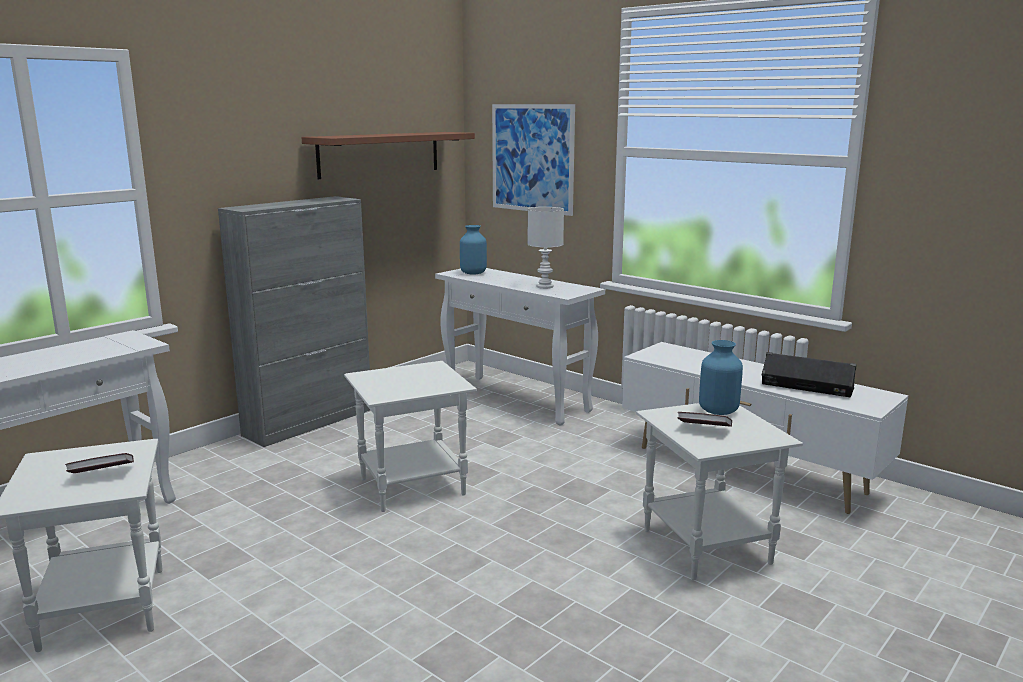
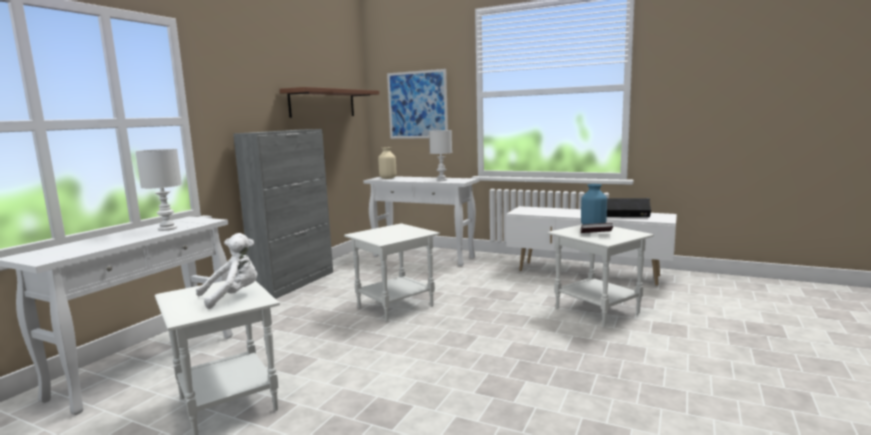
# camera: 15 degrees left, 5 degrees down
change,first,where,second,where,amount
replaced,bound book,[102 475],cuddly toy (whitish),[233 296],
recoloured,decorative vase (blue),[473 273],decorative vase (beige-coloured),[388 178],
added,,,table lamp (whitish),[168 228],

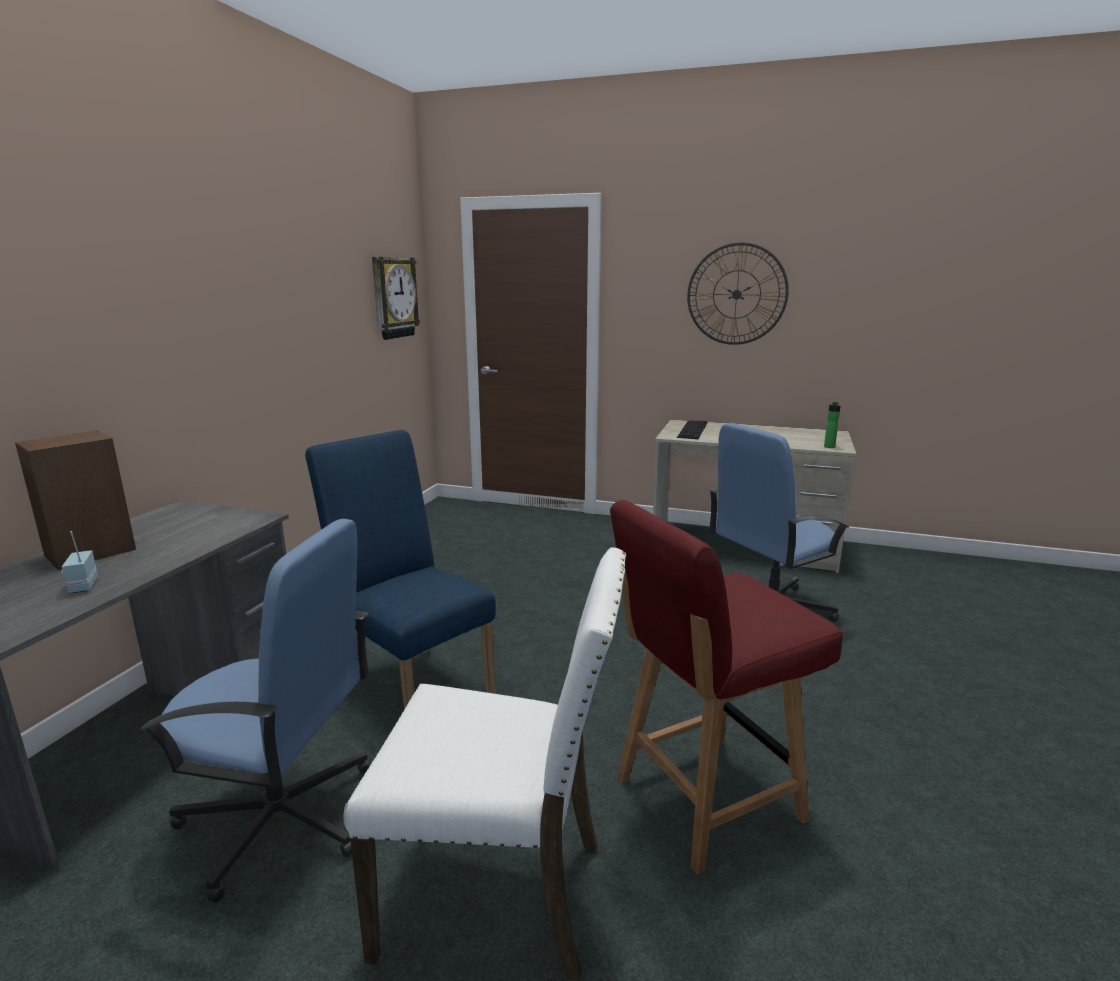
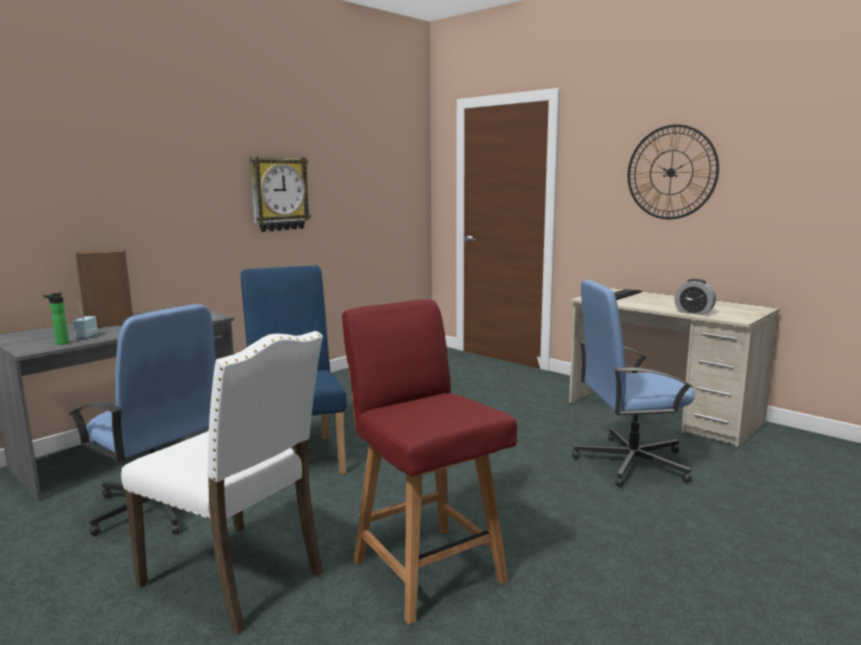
# camera: 25 degrees right, 5 degrees down
change,first,where,second,where,amount
moved,wall clock,[393 298],,[279 194],
turned,upright chair (red-coloured),[704 799],,[426 568],60 degrees clockwise
moved,drink bottle,[829 447],,[60 343],
added,,,alarm clock,[693 312],

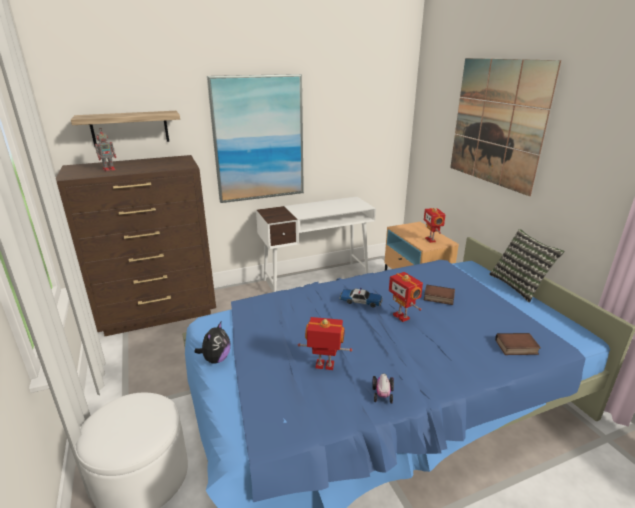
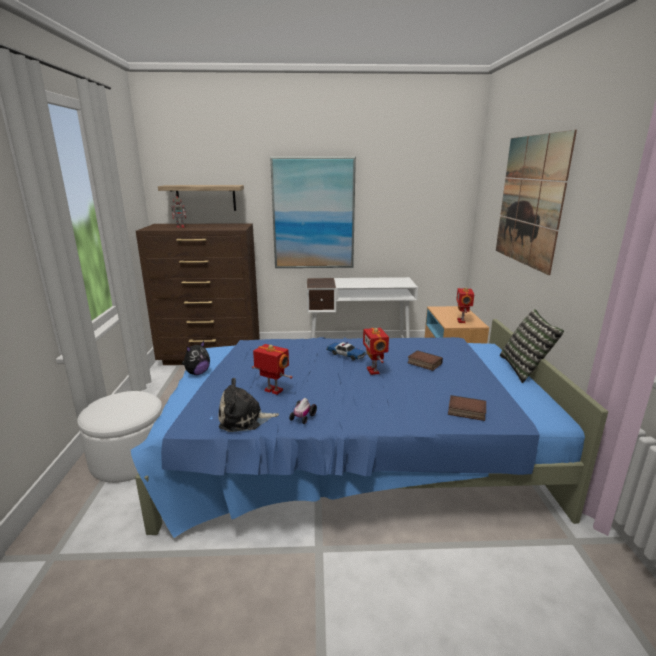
# camera: 20 degrees right, 5 degrees down
change,first,where,second,where,amount
added,,,cuddly toy,[244 419],

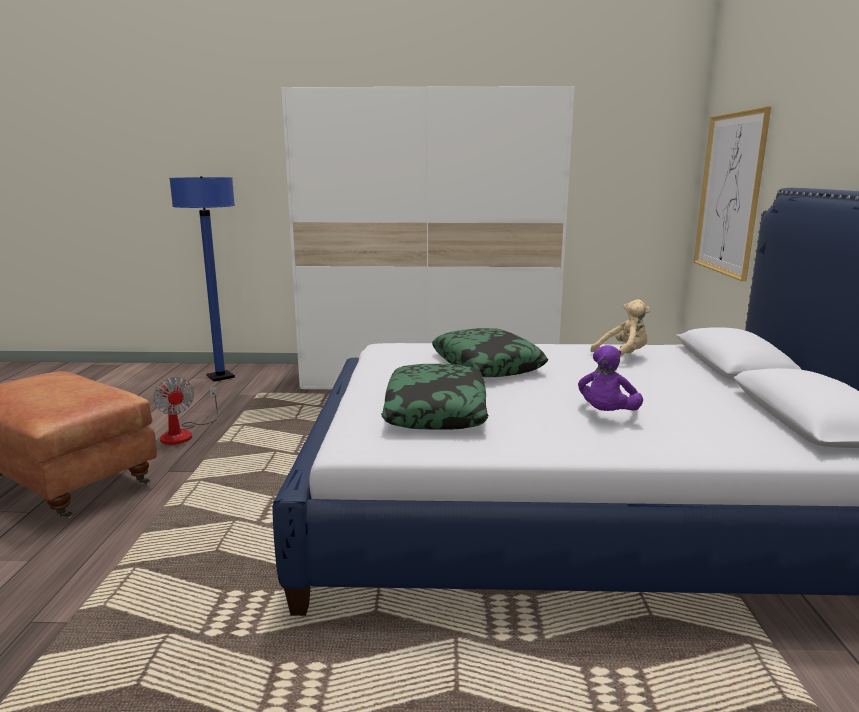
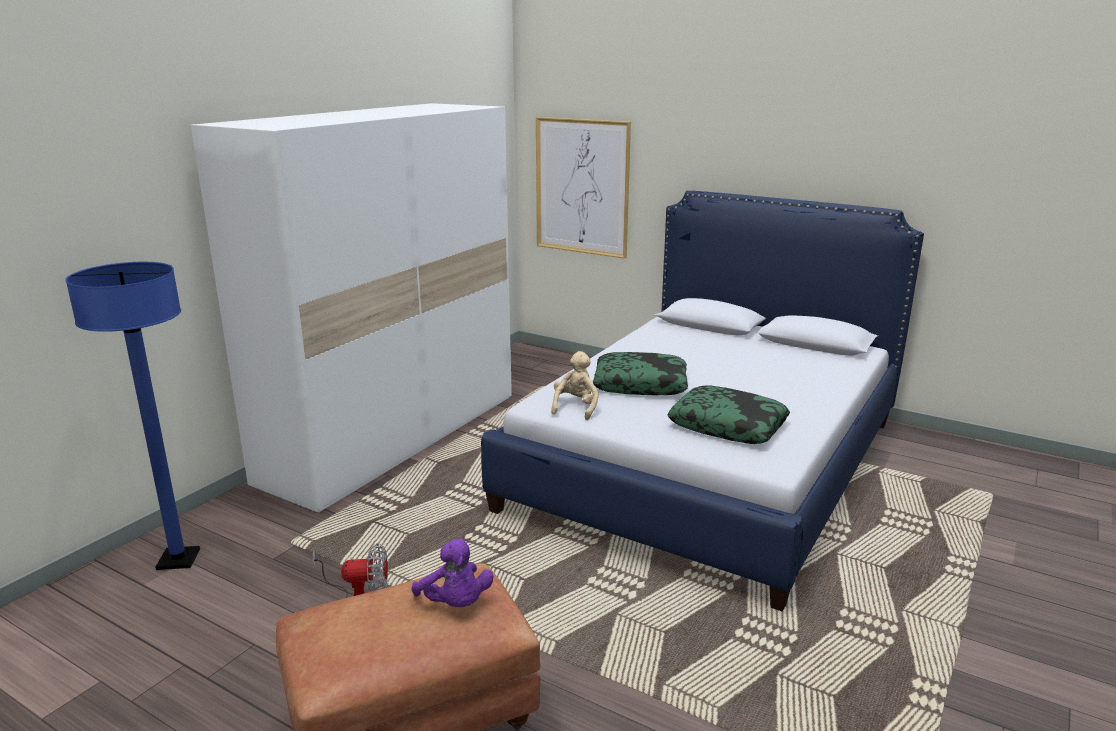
# camera: 60 degrees left, 5 degrees up
change,first,where,second,where,amount
moved,cuddly toy (purple),[606 415],,[455 604],
moved,cuddly toy (beige-coloured),[622 357],,[576 407],

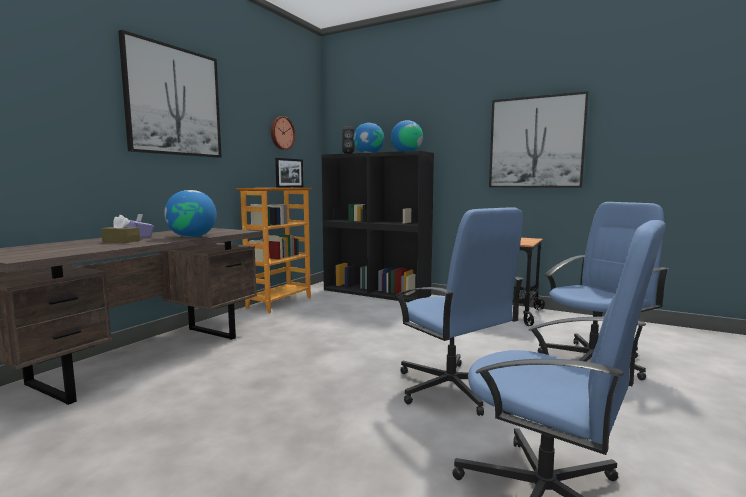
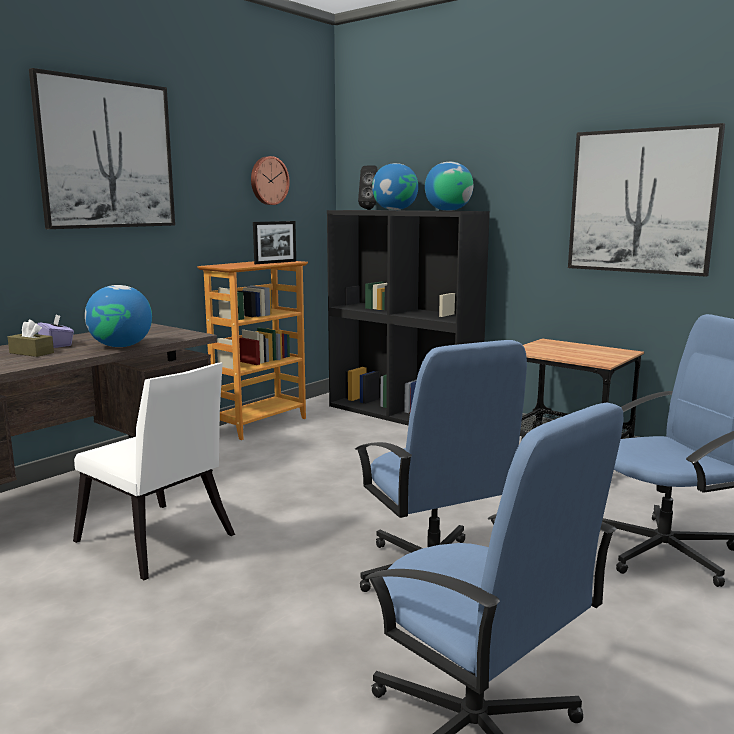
# camera: 10 degrees right, 5 degrees up
change,first,where,second,where,amount
added,,,upright chair (whitish),[159 543],

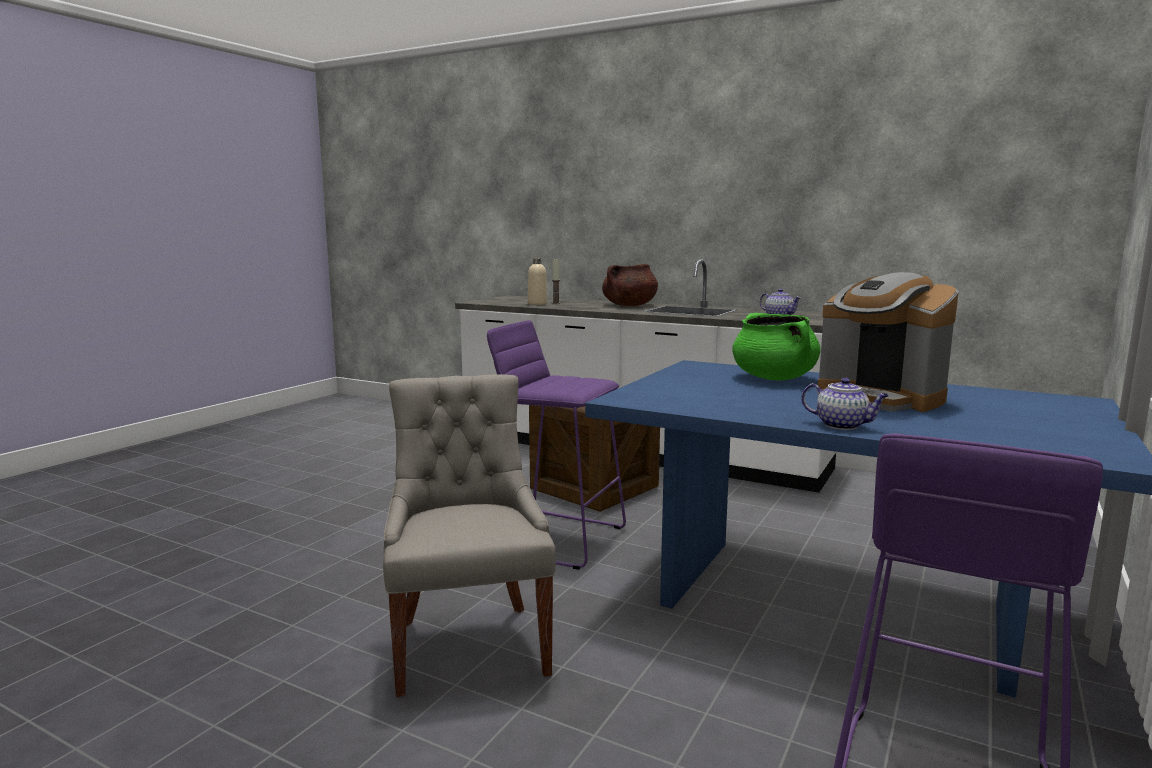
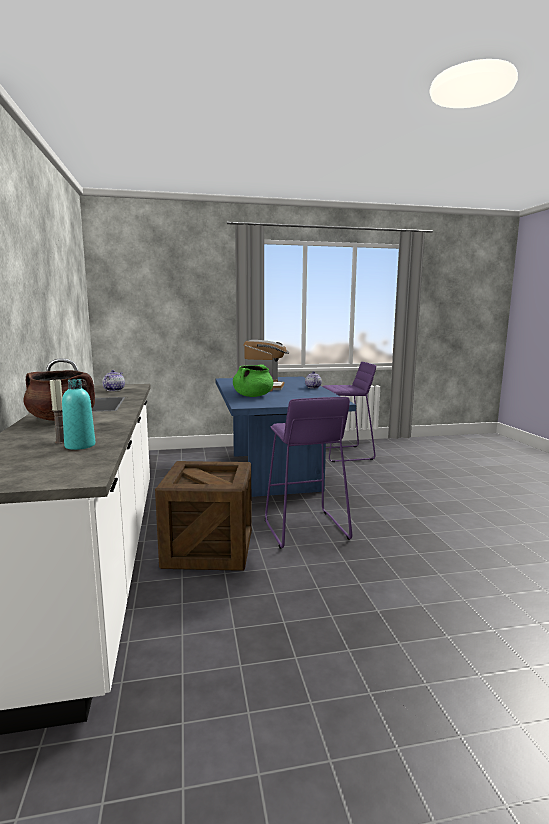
# camera: 130 degrees left, 0 degrees up
change,first,where,second,where,amount
removed,upright chair (grey),[469 645],,,
recoloured,drink bottle (beige-coloured),[537 304],drink bottle (turquoise-coloured),[80 446],

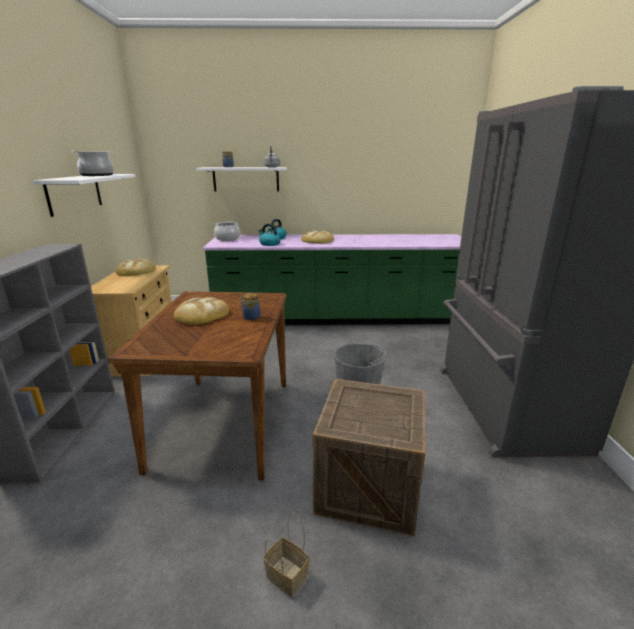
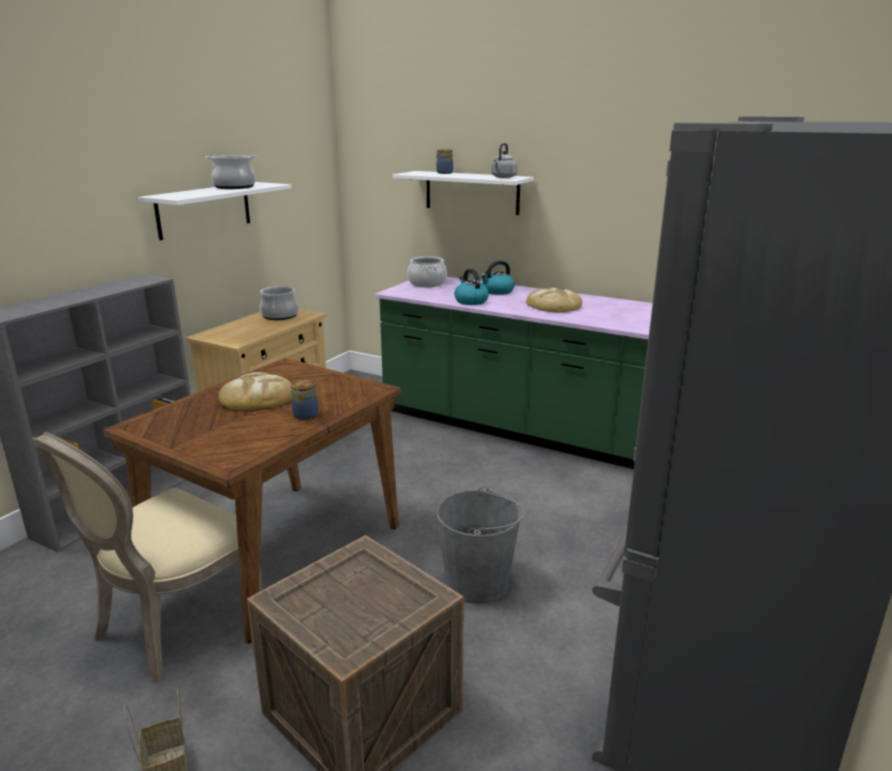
# camera: 30 degrees right, 0 degrees up
change,first,where,second,where,amount
replaced,bread,[136 271],cooking pot,[280 316],
added,,,upright chair (beige-coloured),[173 625],

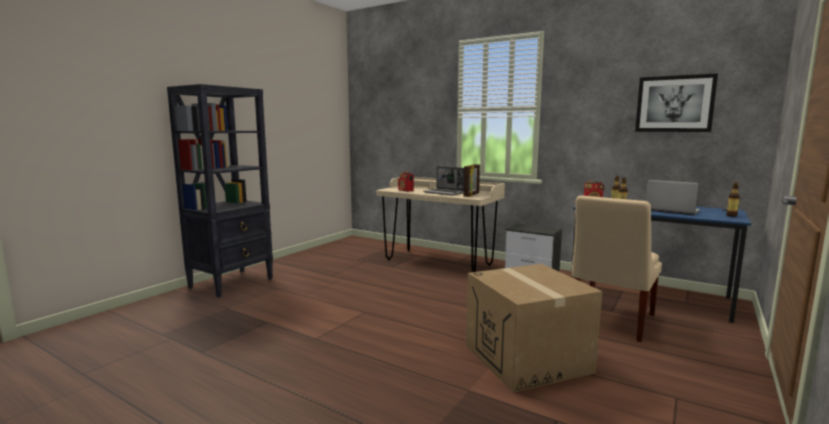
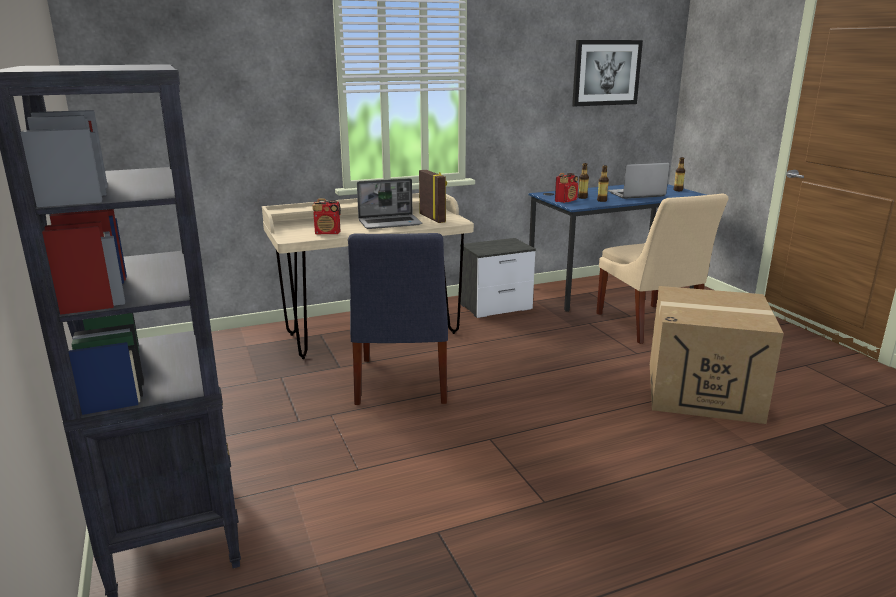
# camera: 55 degrees left, 10 degrees up
change,first,where,second,where,amount
added,,,upright chair (blue),[401 383],

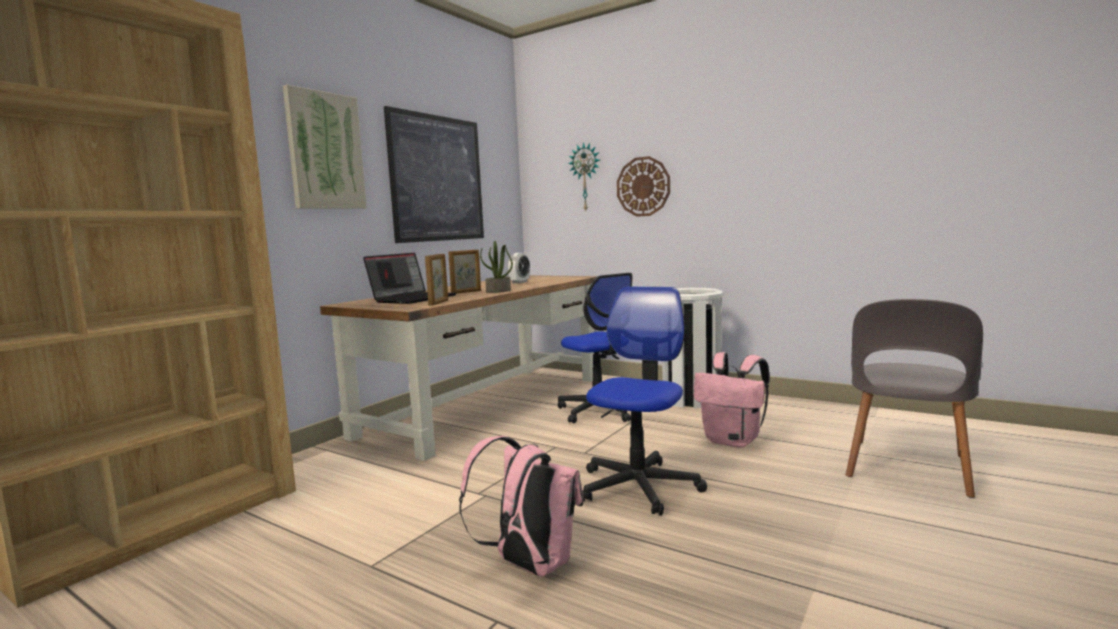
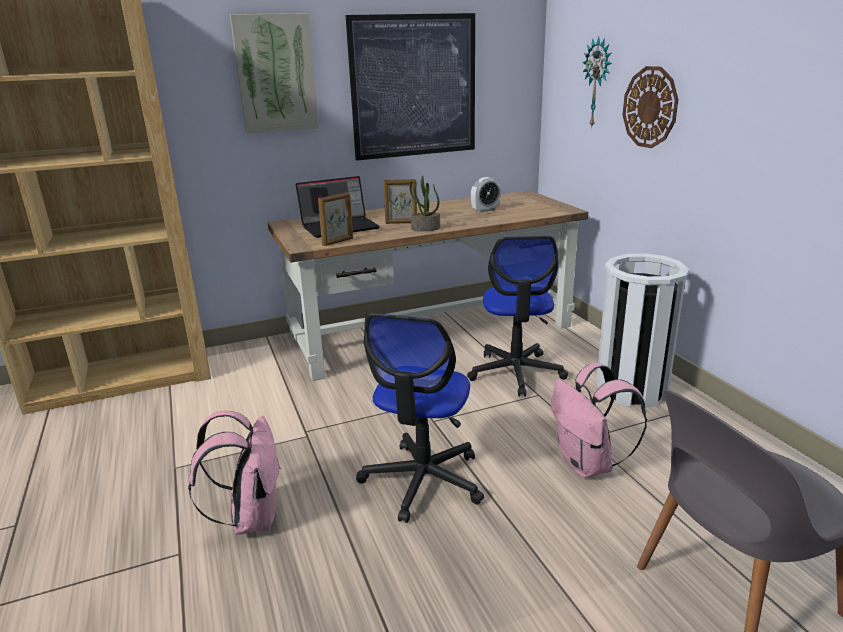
# camera: 35 degrees right, 15 degrees up
change,first,where,second,where,amount
turned,office chair,[639 487],,[423 481],135 degrees clockwise

